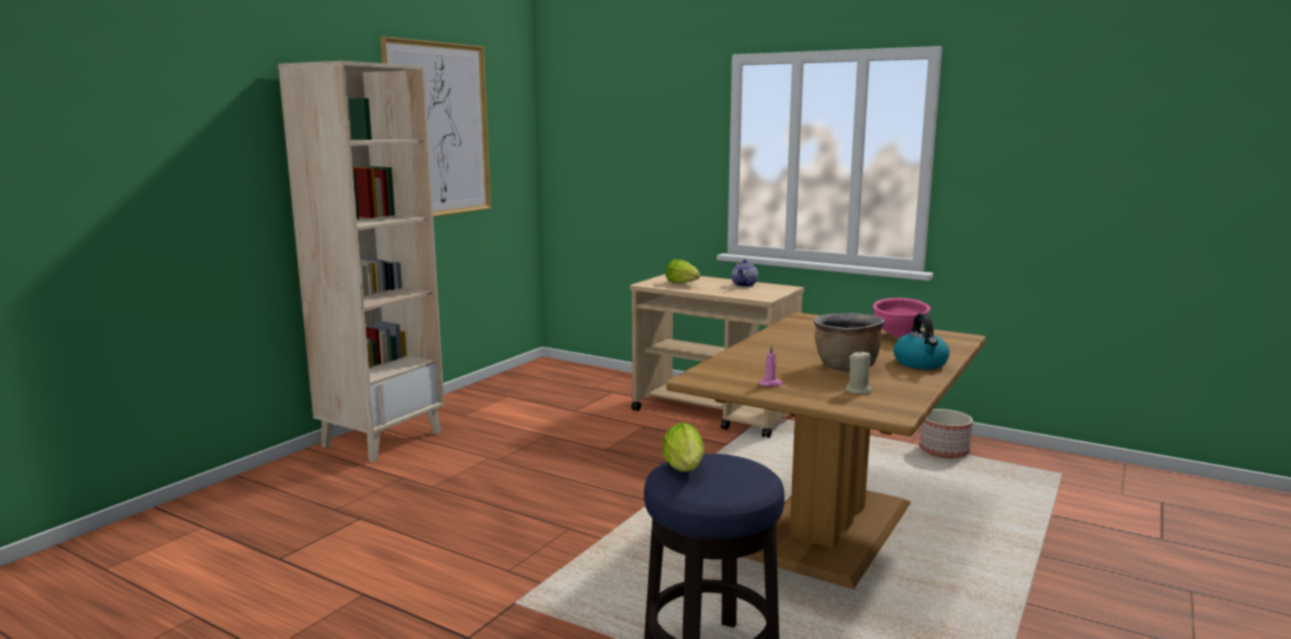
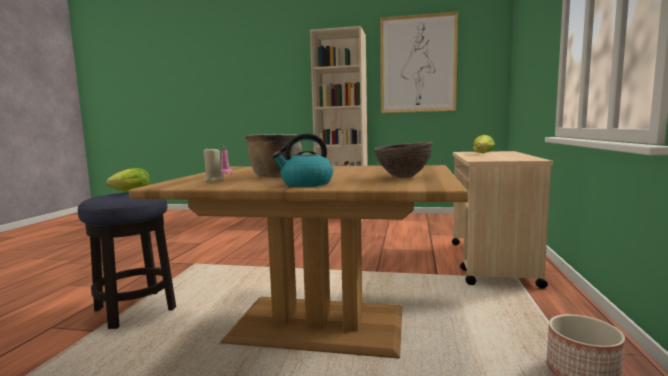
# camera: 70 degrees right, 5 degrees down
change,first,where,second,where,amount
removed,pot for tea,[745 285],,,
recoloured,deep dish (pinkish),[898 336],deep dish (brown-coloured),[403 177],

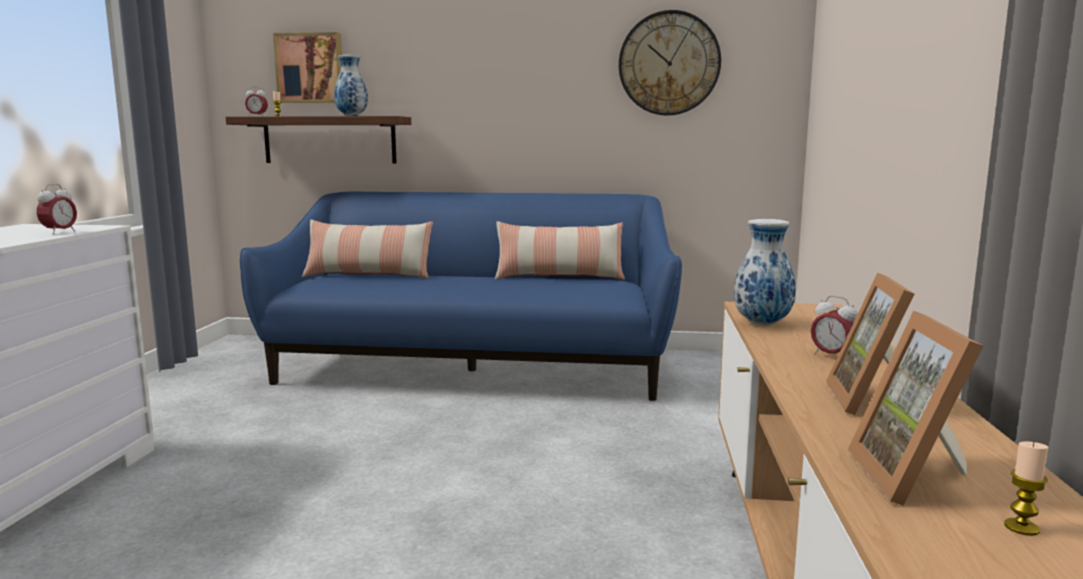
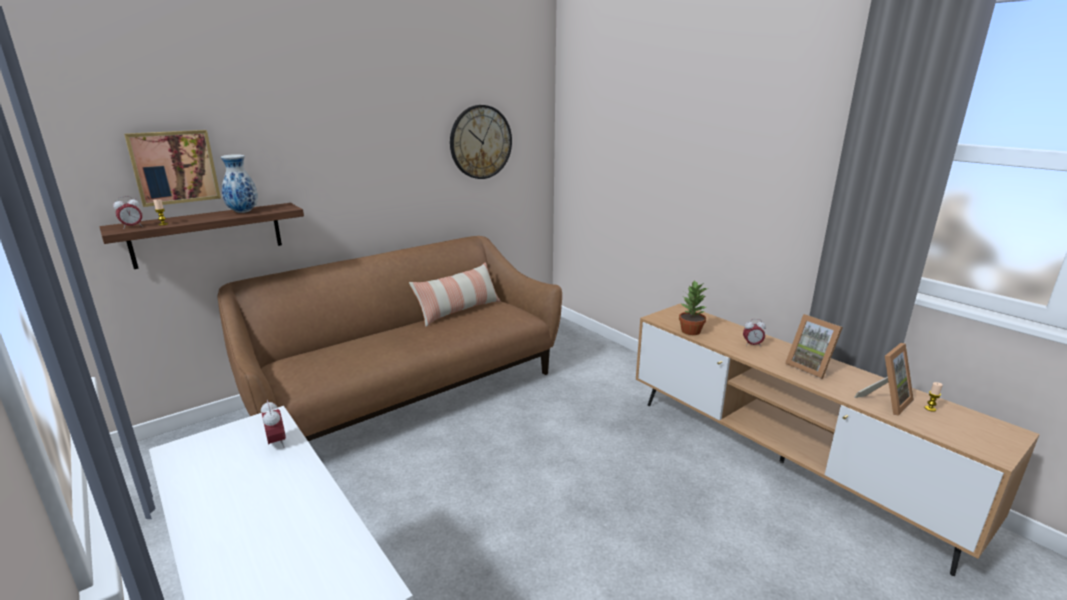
# camera: 45 degrees left, 10 degrees up
change,first,where,second,where,amount
recoloured,settee (blue),[474 367],settee (brown-coloured),[407 393],
removed,cushion,[368 275],,,
replaced,decorative vase,[762 324],plant in a pot,[690 331],
turned,photo frame,[917 478],,[886 401],90 degrees counterclockwise

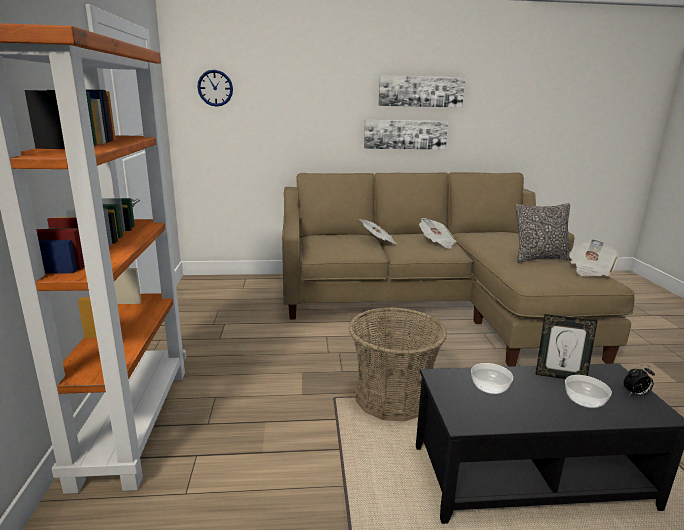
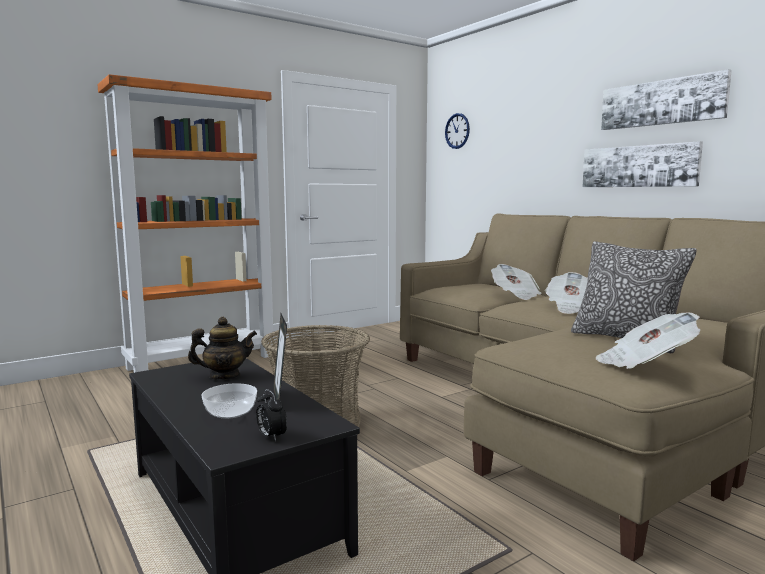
# camera: 60 degrees right, 10 degrees down
change,first,where,second,where,amount
replaced,deep dish,[489 387],pot for tea,[224 376],

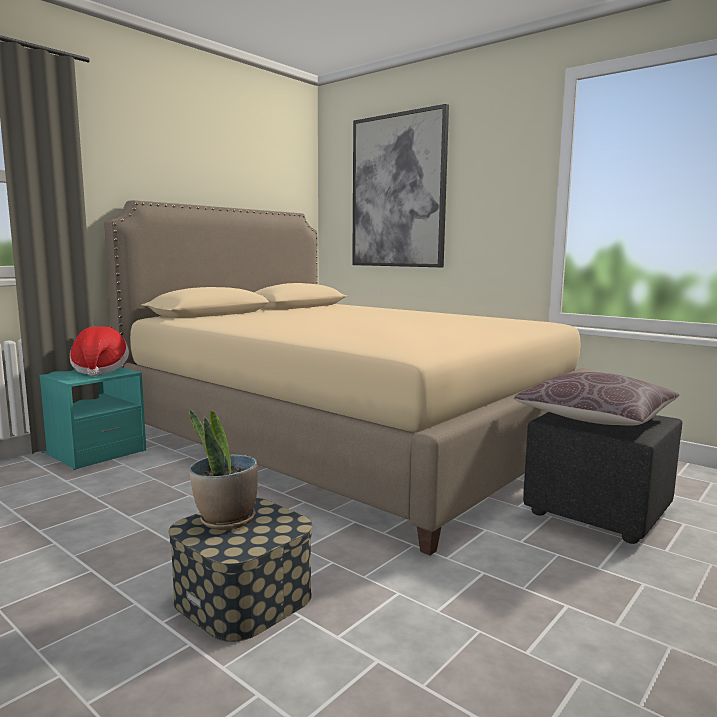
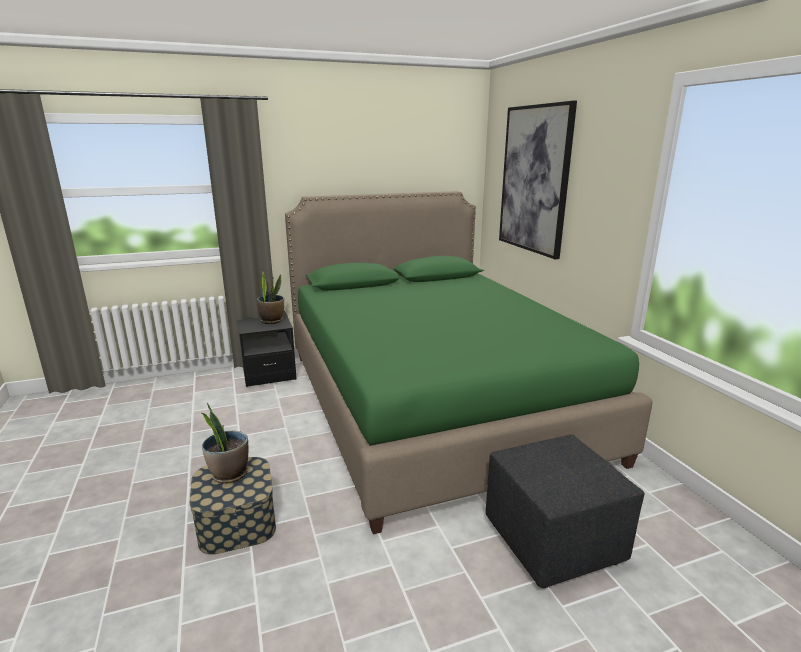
# camera: 30 degrees right, 10 degrees up
change,first,where,second,where,amount
recoloured,bedside table (turquoise-coloured),[93 452],bedside table (blackish),[268 372],
replaced,clothing hat,[100 370],plant in a pot,[272 320],
recoloured,sleeping bed (beige-coloured),[346 441],sleeping bed (green-coloured),[432 402],
removed,cushion (brown-coloured),[596 419],,,

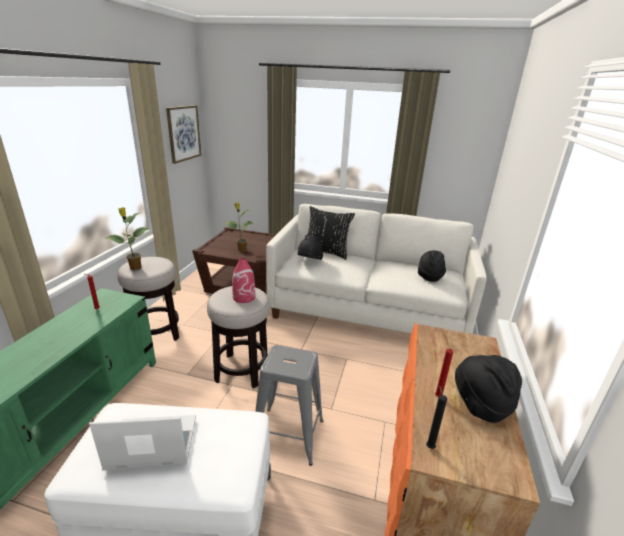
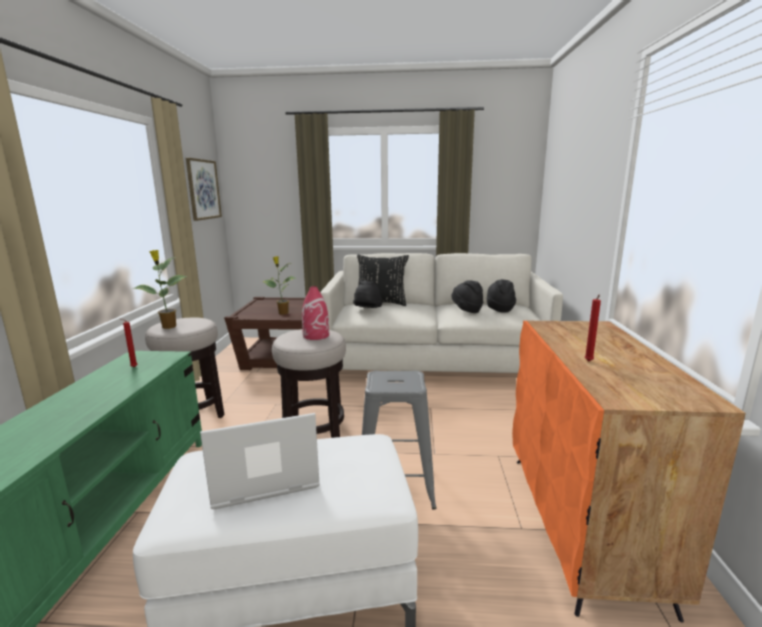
# camera: 10 degrees left, 10 degrees down
change,first,where,second,where,amount
removed,candle (blackish),[429 446],,,
moved,clothing hat (blackish),[480 405],,[466 310],

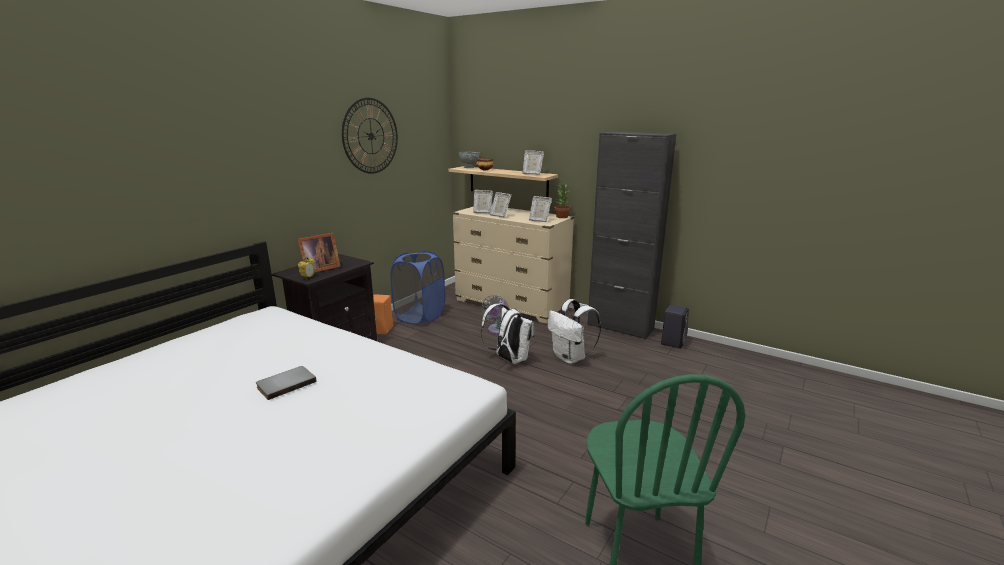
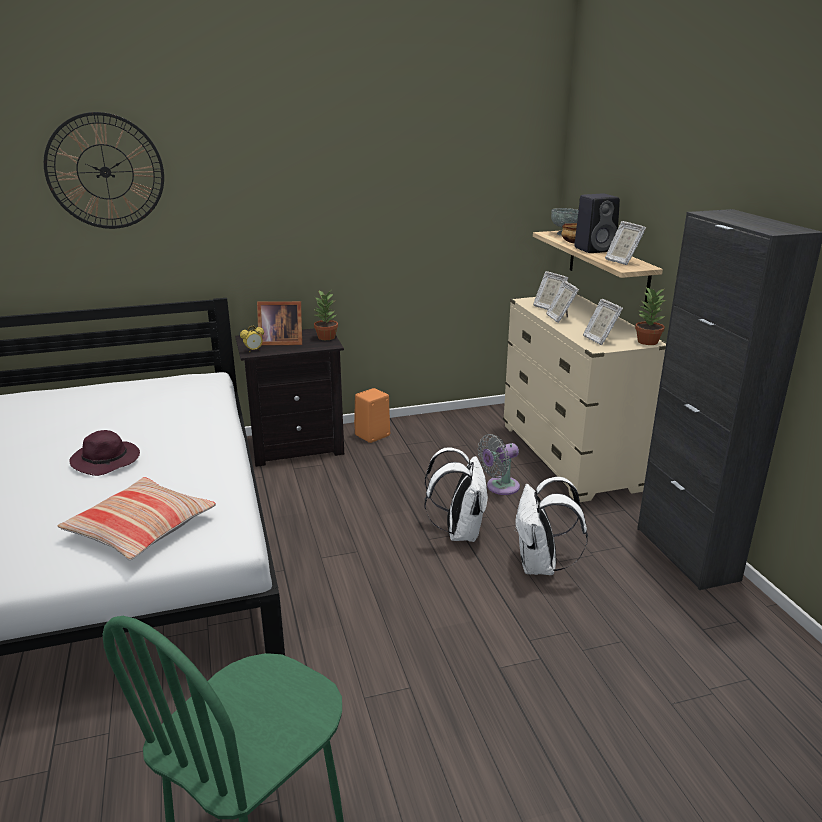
# camera: 40 degrees right, 5 degrees up
change,first,where,second,where,amount
replaced,bound book (grey),[285 383],clothing hat (purple),[107 461],
moved,wall clock,[371 136],,[105 172],
removed,washing basket (blue),[420 316],,,
moved,loudspeaker (blackish),[673 342],,[595 249],
added,,,cushion,[141 529],
added,,,plant in a pot,[326 337],

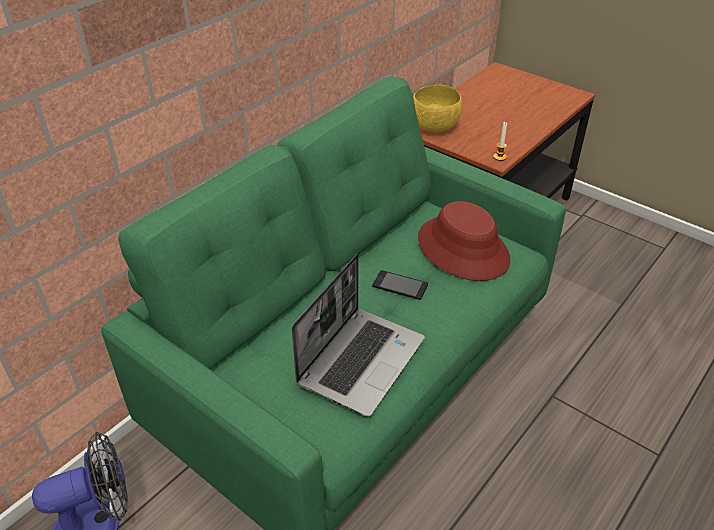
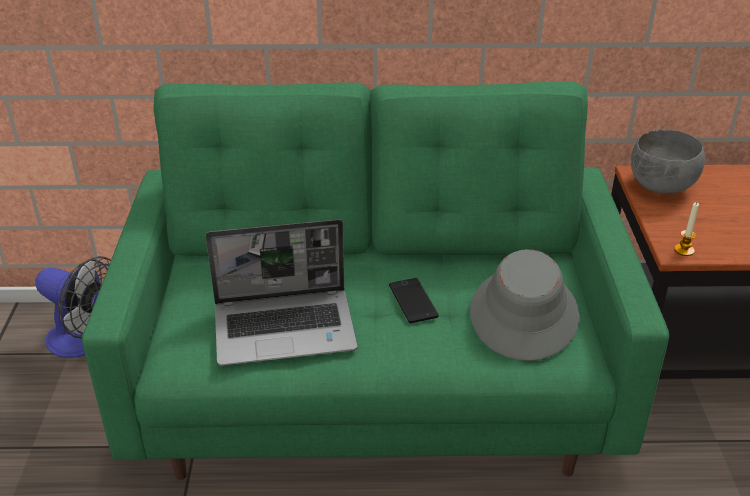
# camera: 50 degrees right, 5 degrees down
change,first,where,second,where,amount
recoloured,deep dish (yellow-coloured),[435 128],deep dish (grey),[661 187],
recoloured,clothing hat (red-coloured),[463 249],clothing hat (grey),[524 314],

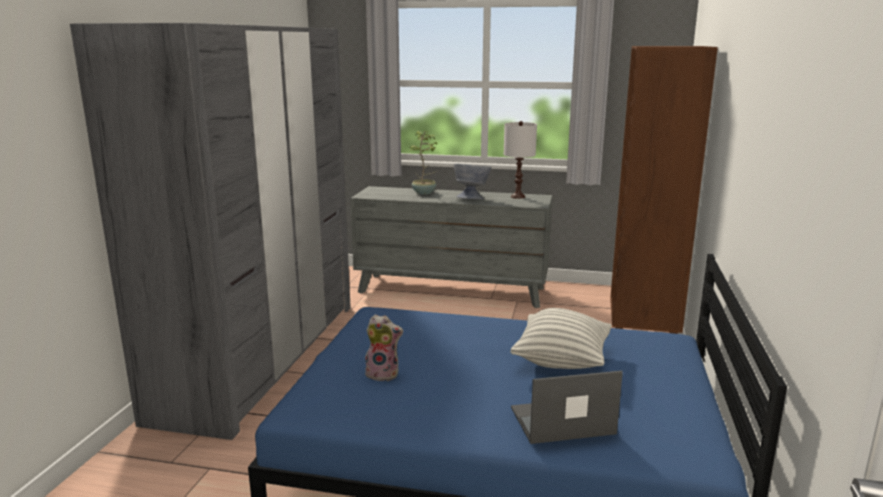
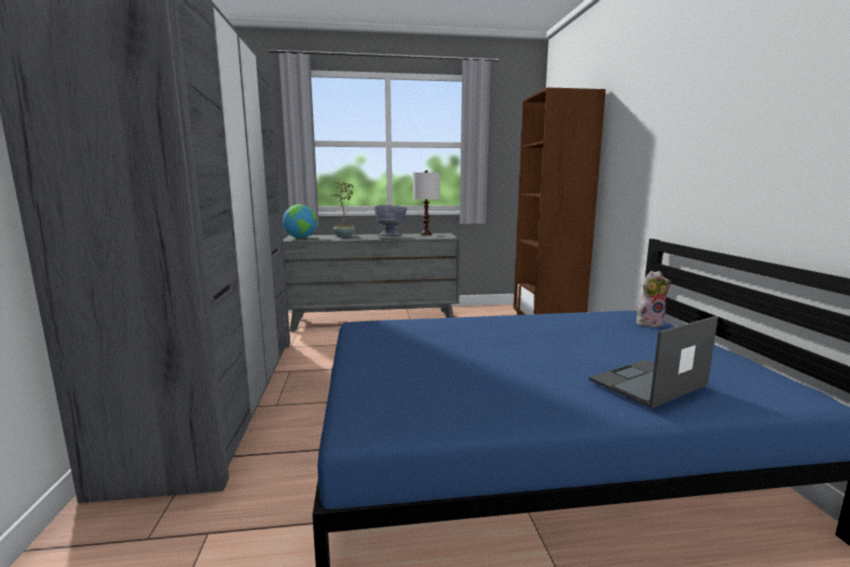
# camera: 20 degrees left, 5 degrees down
change,first,where,second,where,amount
moved,cuddly toy,[383 374],,[649 323],
removed,cushion,[561 361],,,
added,,,desk globe,[301 238],

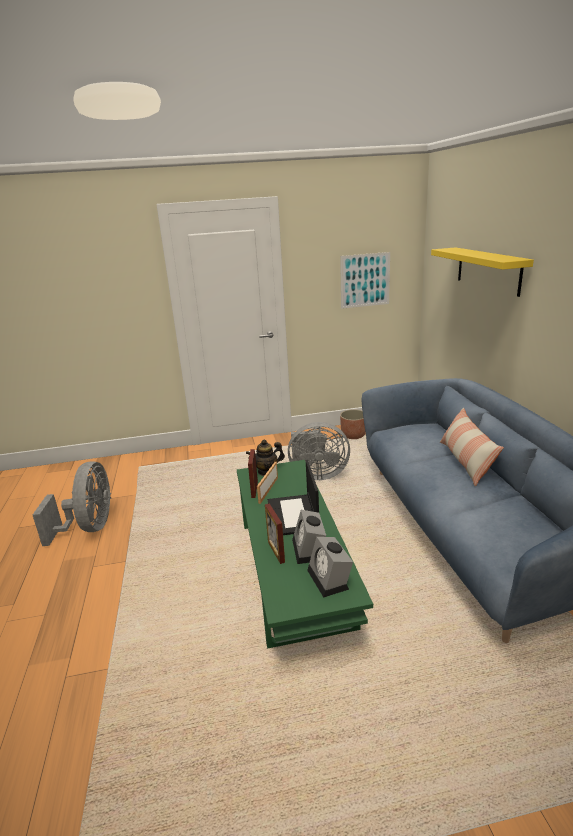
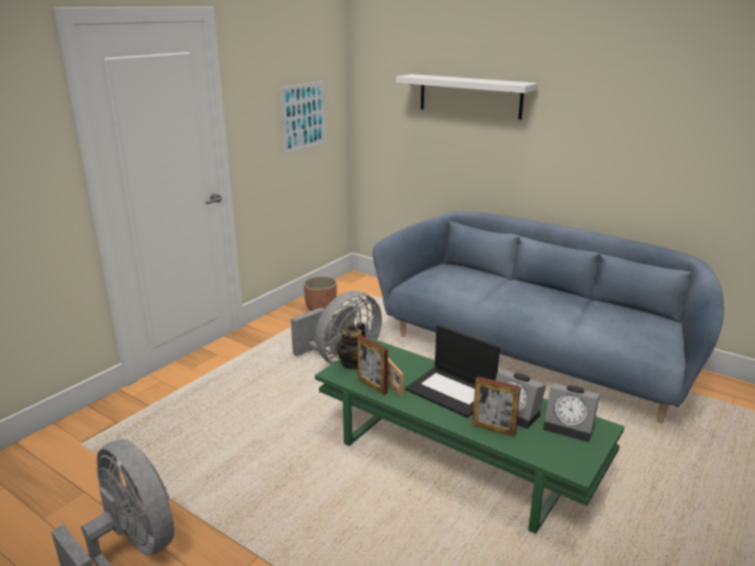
# camera: 45 degrees left, 0 degrees up
change,first,where,second,where,amount
recoloured,wall shelf (yellow-coloured),[488 270],wall shelf (whitish),[470 96],
removed,cushion,[466 461],,,

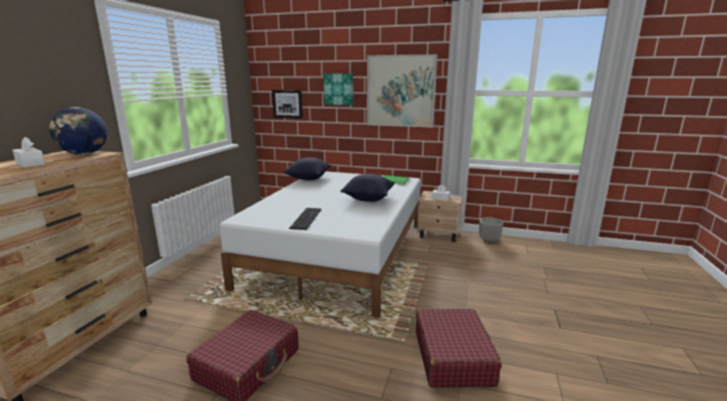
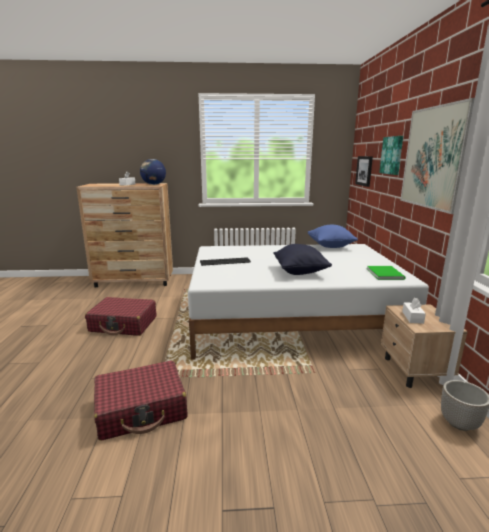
# camera: 70 degrees right, 0 degrees up
change,first,where,second,where,amount
recoloured,cushion (blackish),[308 179],cushion (blue),[330 246],

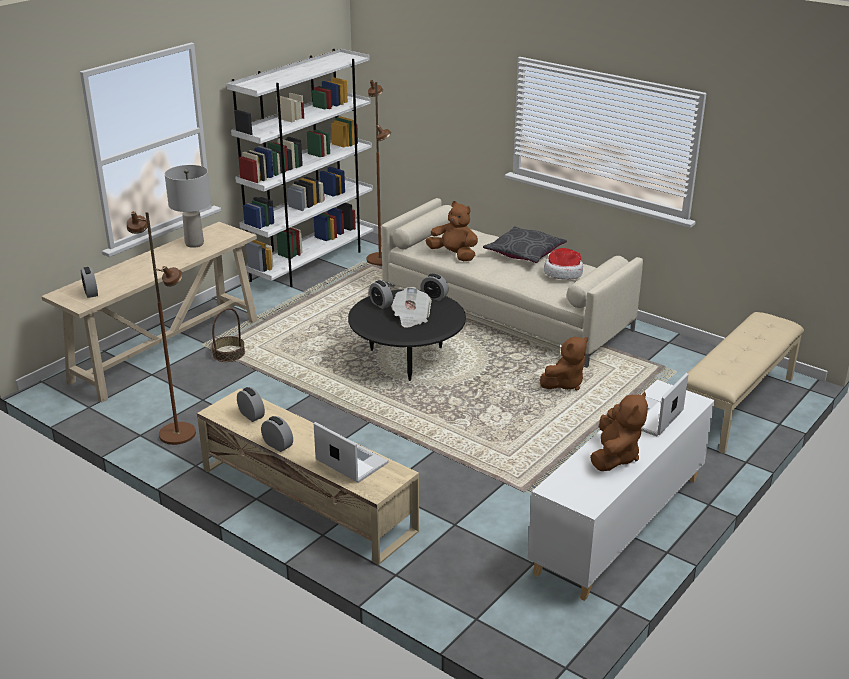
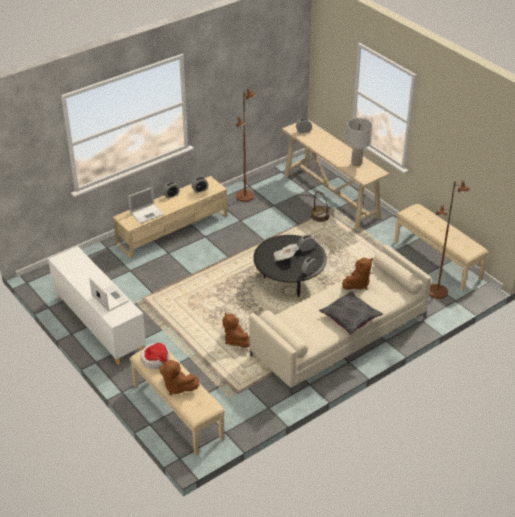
# camera: 105 degrees right, 10 degrees up
change,first,where,second,where,amount
replaced,shelving unit (whitish),[312 263],bench (beige-coloured),[437 259],
moved,clothing hat,[563 273],,[156 360],
moved,cuddly toy (brown-coloured),[614 457],,[177 387],

